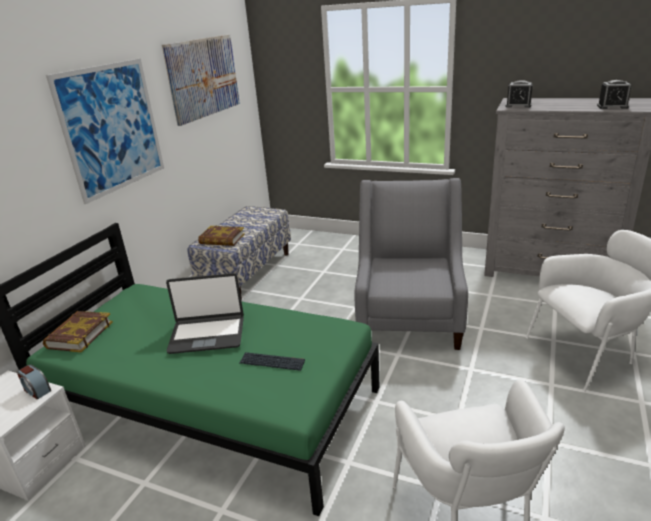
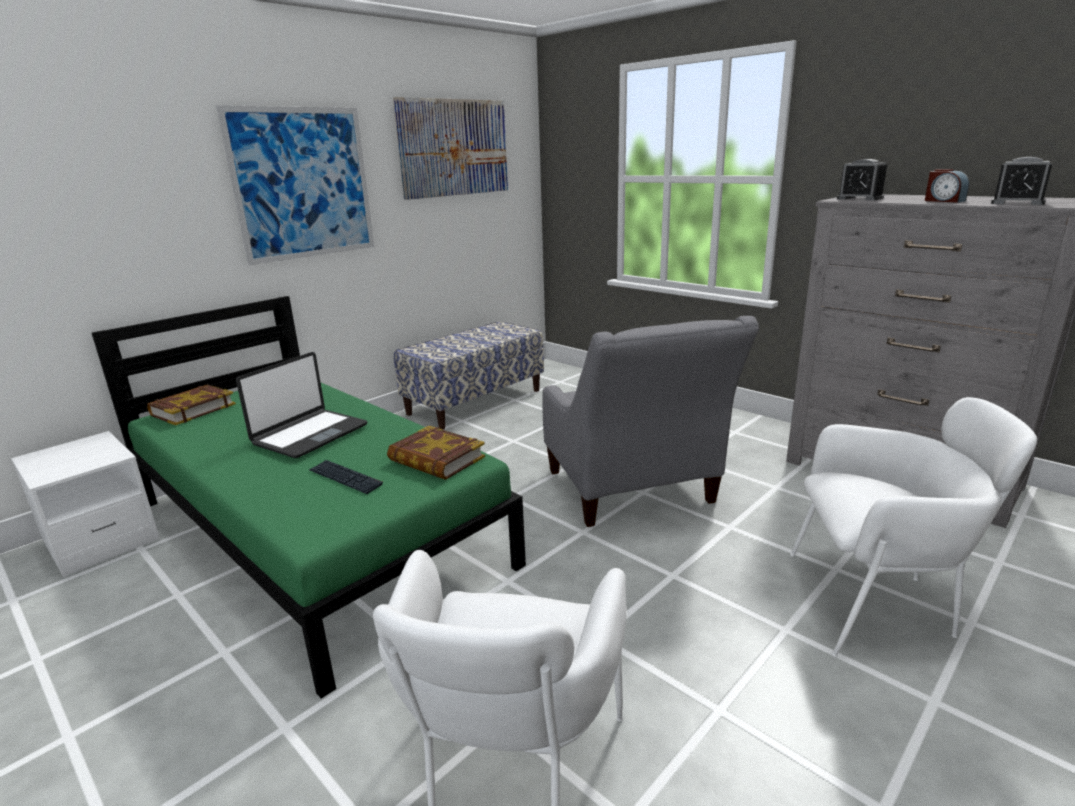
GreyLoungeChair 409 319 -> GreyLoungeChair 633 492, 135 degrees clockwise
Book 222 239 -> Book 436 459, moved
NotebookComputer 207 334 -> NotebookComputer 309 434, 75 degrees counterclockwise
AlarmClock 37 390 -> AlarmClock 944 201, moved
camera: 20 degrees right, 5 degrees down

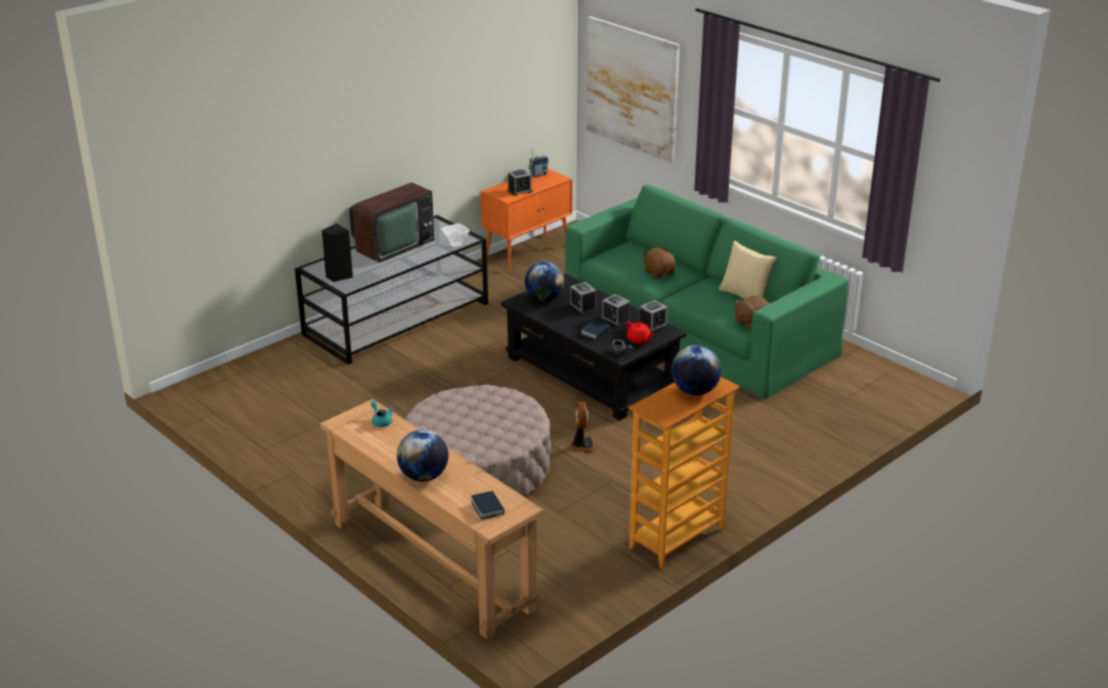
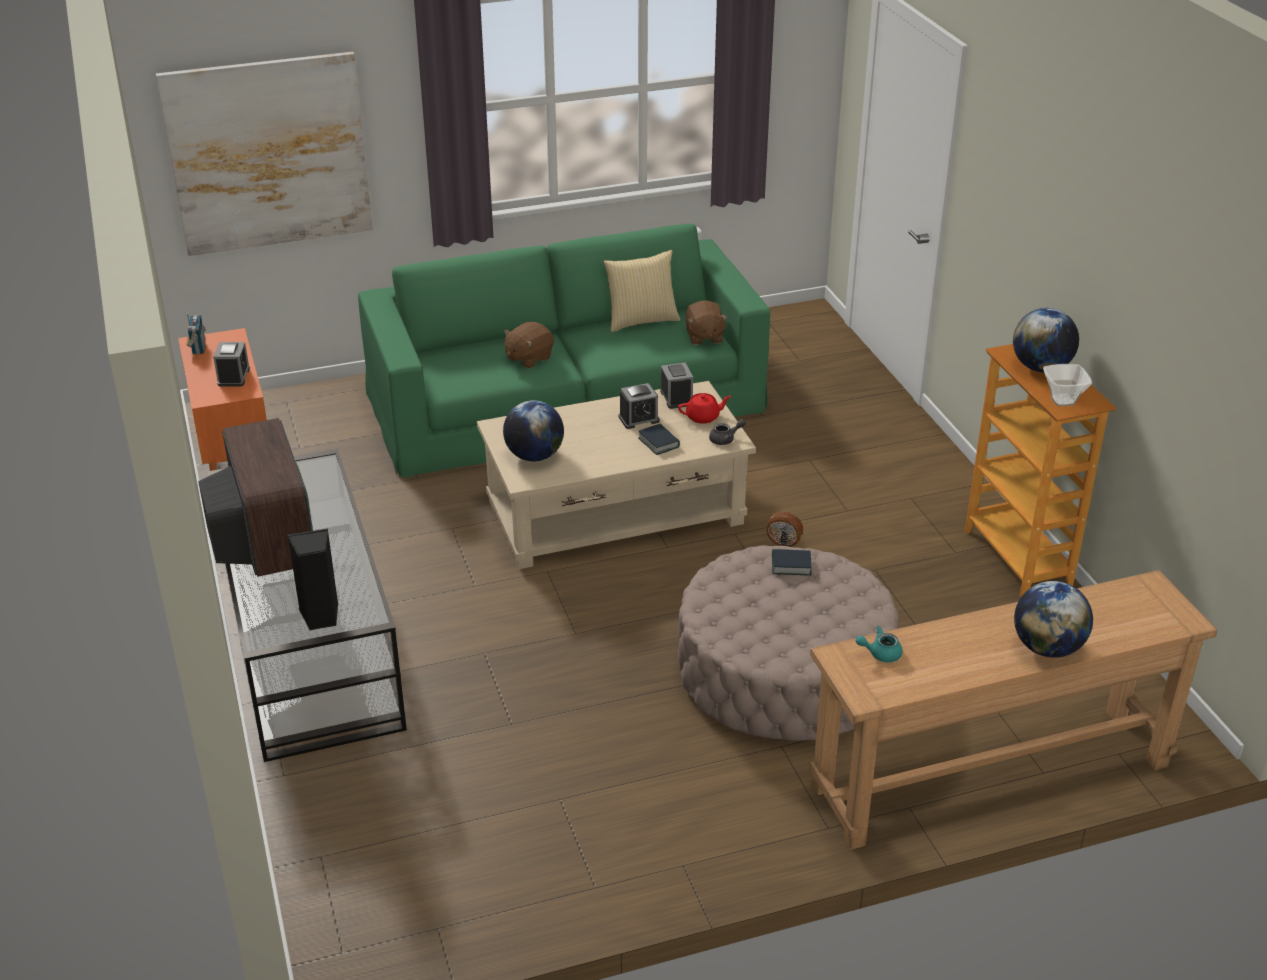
Bowl 456 245 -> Bowl 1063 400, moved
BrownishCuddlyToy 659 273 -> BrownishCuddlyToy 528 358, 45 degrees counterclockwise
BlackColouredCoffeeTable 591 374 -> SandColouredCoffeeTable 616 513
AlarmClock 583 307 -> none
Book 487 508 -> Book 791 566, moved
camera: 65 degrees left, 5 degrees up

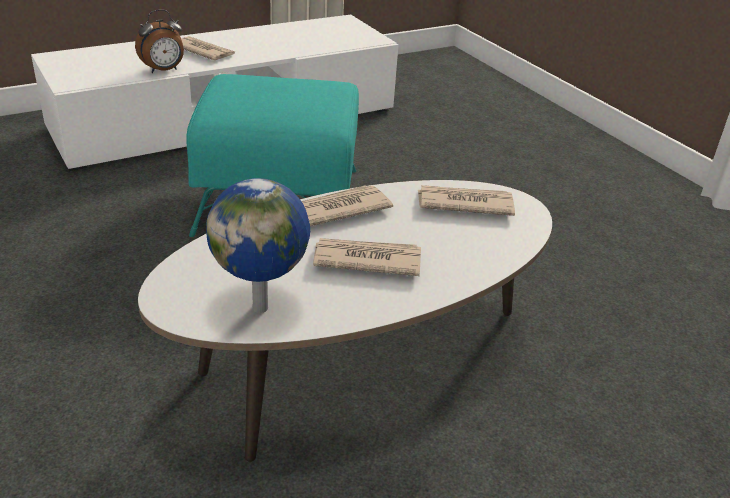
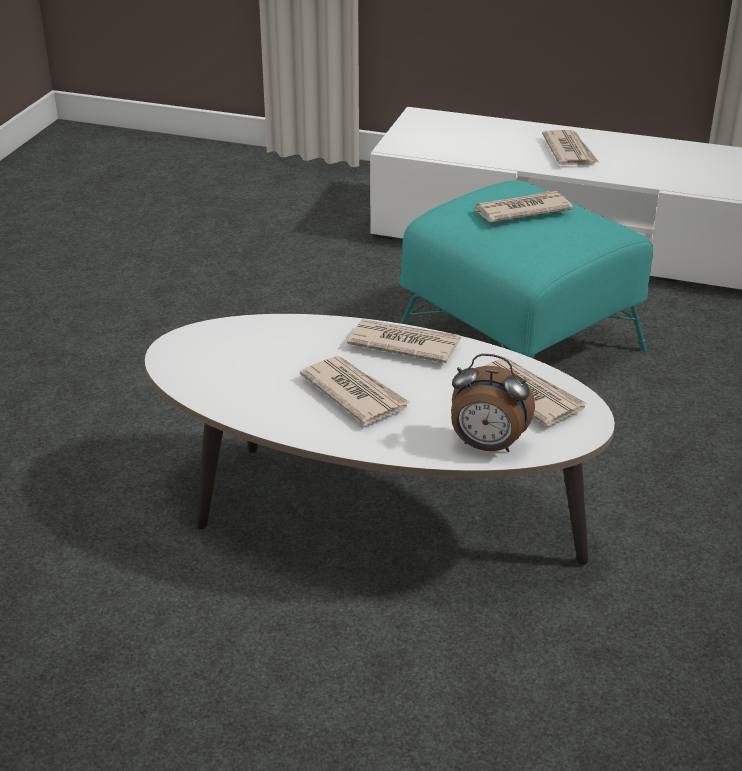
AlarmClock 163 70 -> AlarmClock 487 446, moved
WorldGlobe 262 307 -> none
none -> Newspaper 520 210
camera: 50 degrees right, 0 degrees up

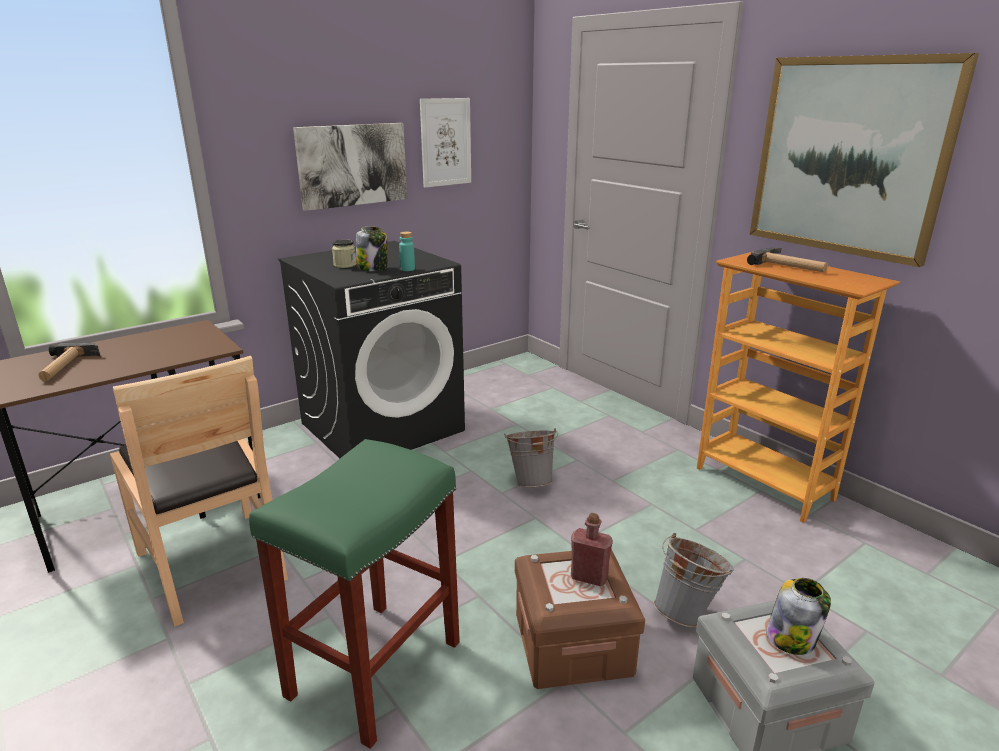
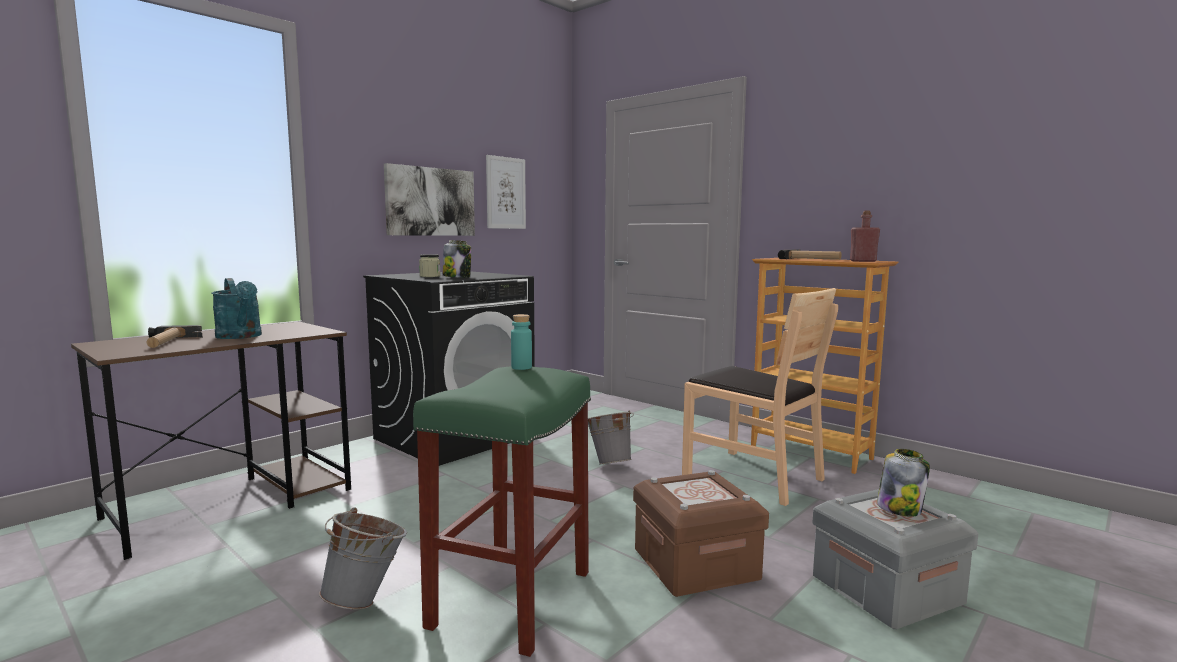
Picture 849 157 -> none
TurquoiseBeverageBottle 407 269 -> TurquoiseBeverageBottle 521 367, moved
BrownishUprightChair 212 563 -> BrownishUprightChair 753 476, moved
RedColouredBeverageBottle 589 577 -> RedColouredBeverageBottle 863 261, moved
GreyBucket 688 612 -> GreyBucket 367 599, moved
none -> TurquoiseWateringCan 241 336
camera: 10 degrees left, 15 degrees down

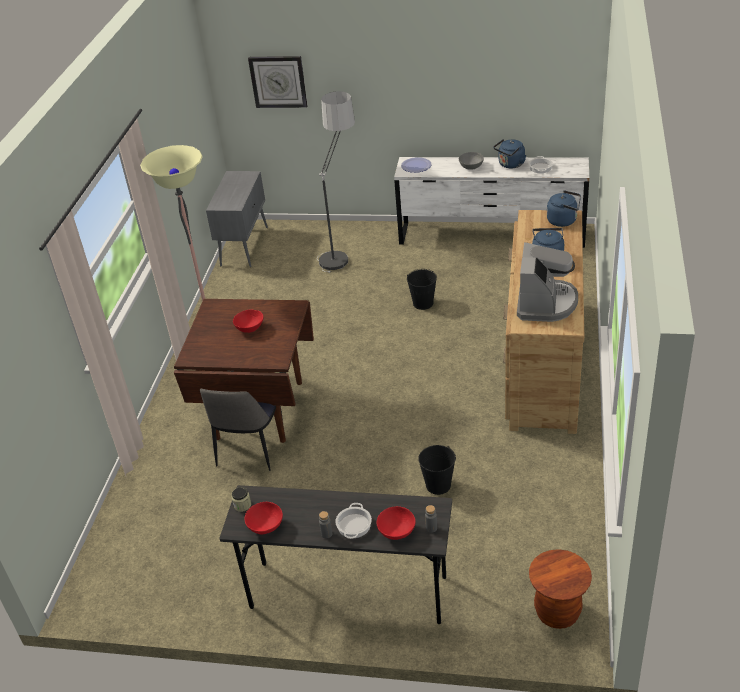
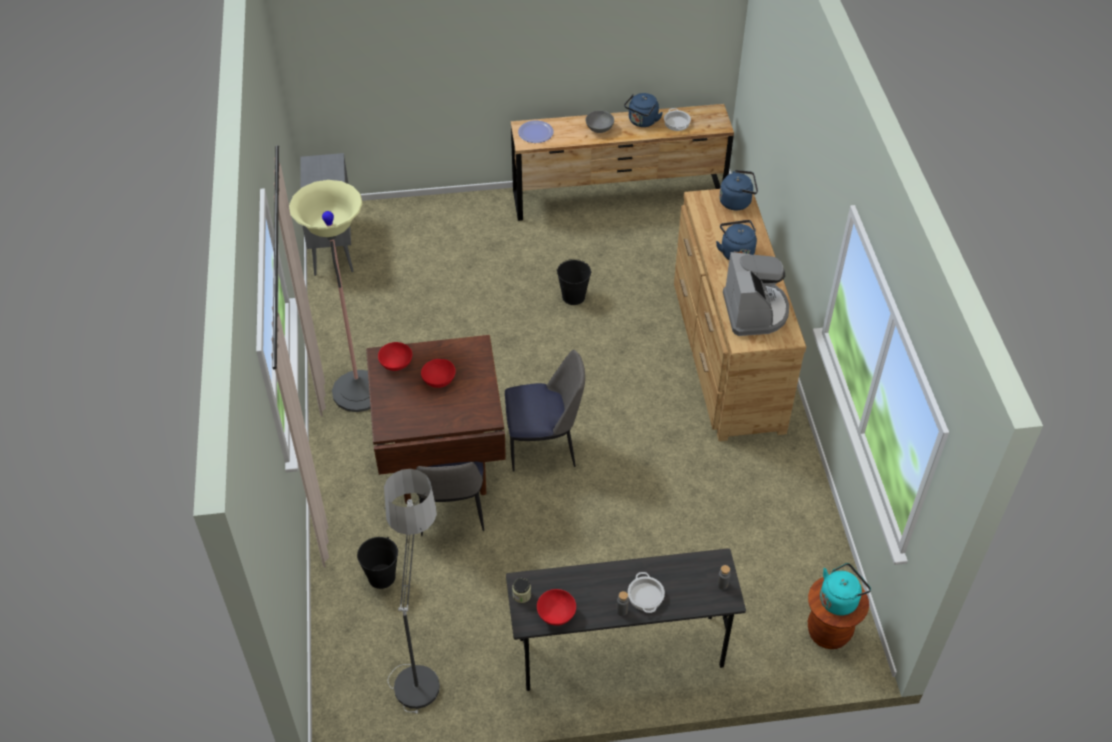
WallClock 278 81 -> none
StandingLamp 341 249 -> StandingLamp 420 655, moved
WhiteDresser 491 235 -> BrownishDresser 618 197
BlackColouredBucket 438 485 -> BlackColouredBucket 381 576, moved
RedColouredBowl 397 531 -> RedColouredBowl 396 364, moved
none -> UprightChair 544 446
none -> TurquoiseKettle 840 599
camera: 20 degrees left, 10 degrees up

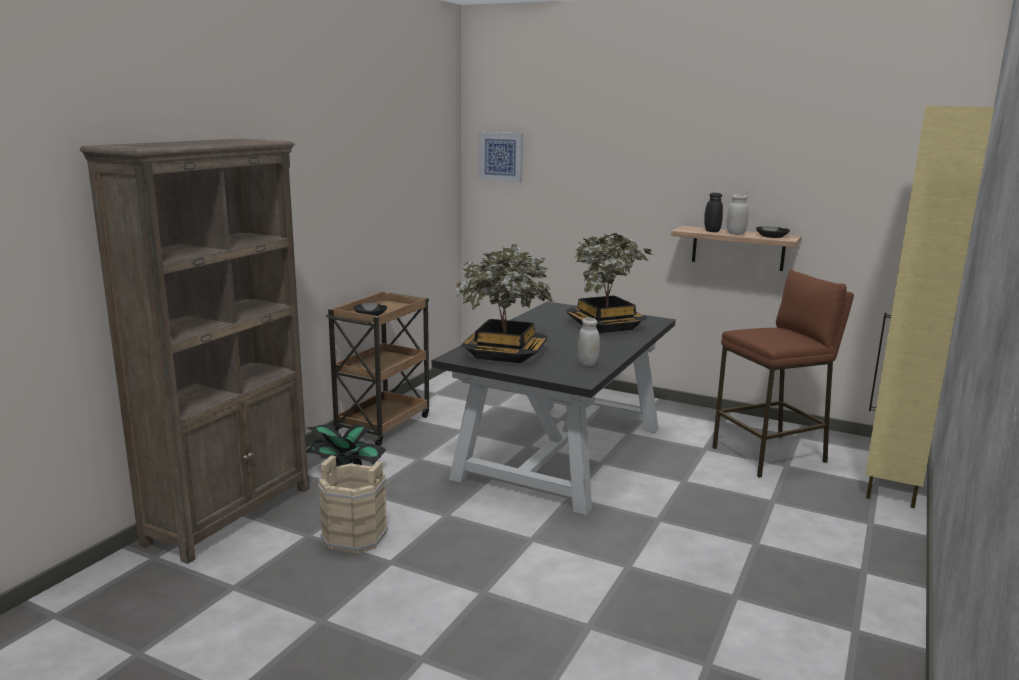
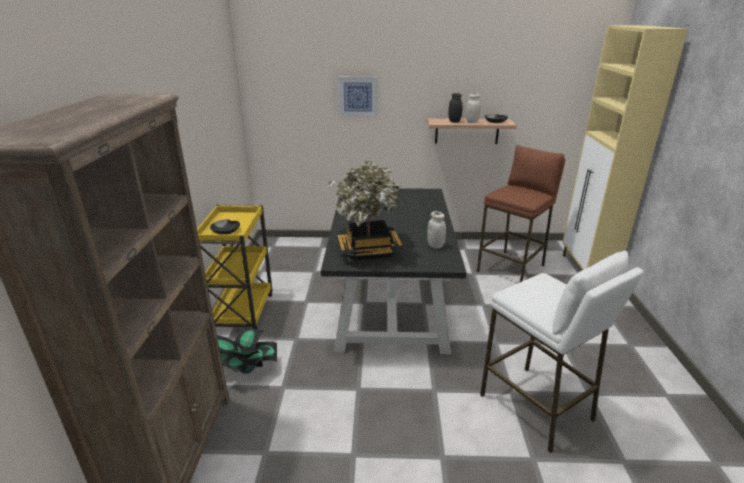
Picture 501 156 -> Picture 357 96, moved
PlantInAPot 605 326 -> none
BrownishWheeledCart 383 424 -> YellowWheeledCart 242 312
SandColouredBucket 355 536 -> none
none -> WhiteStool 536 407
camera: 25 degrees left, 10 degrees up

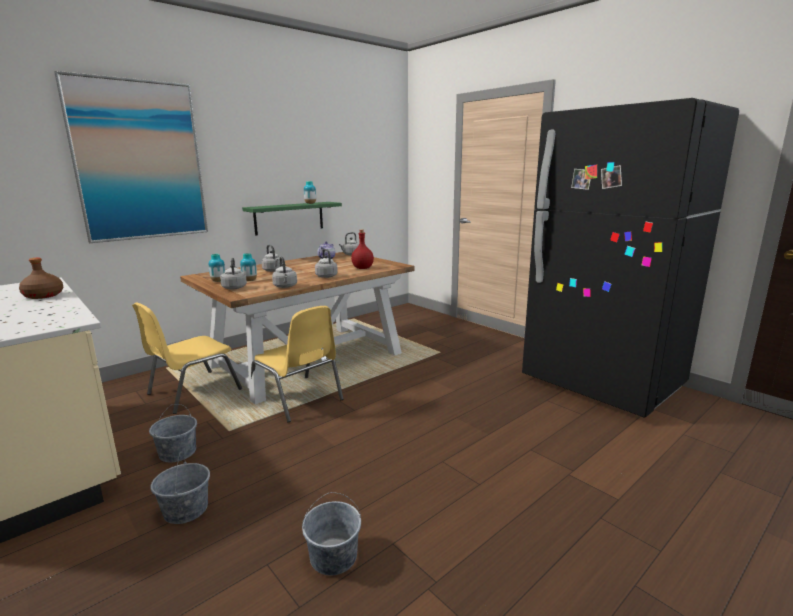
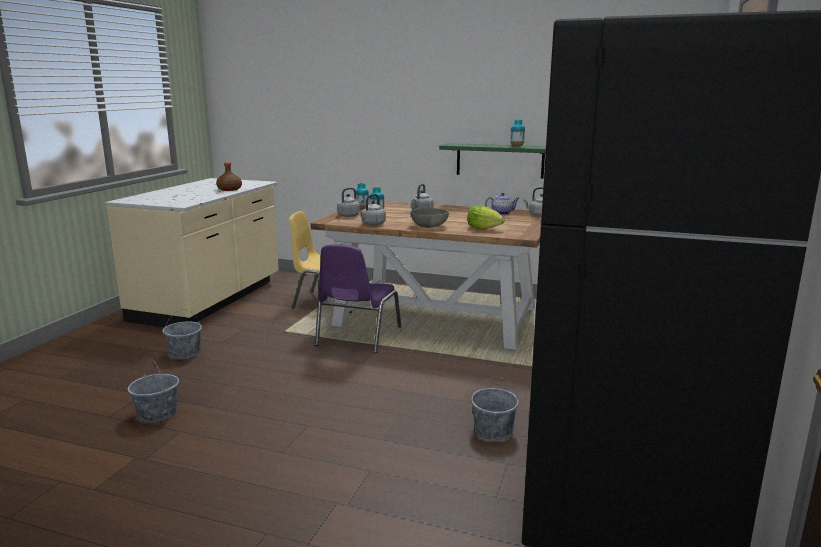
Picture 139 161 -> none
RedColouredBeverageBottle 362 268 -> HeadOfLettuce 483 228
GreyKettle 326 276 -> GreyBowl 429 226
YellowUprightChair 298 399 -> PurpleUprightChair 357 337
GreyBucket 178 452 -> GreyBucket 493 430, moved
camera: 60 degrees right, 0 degrees up

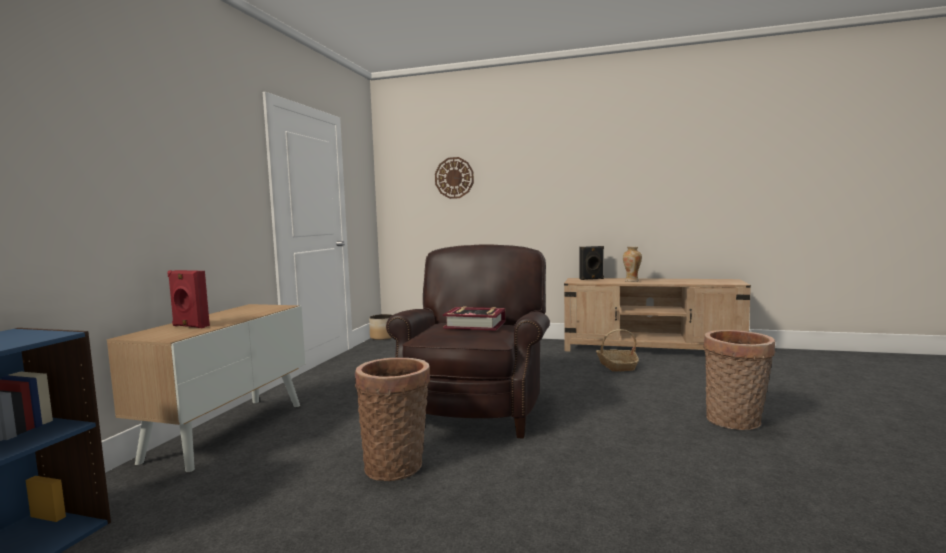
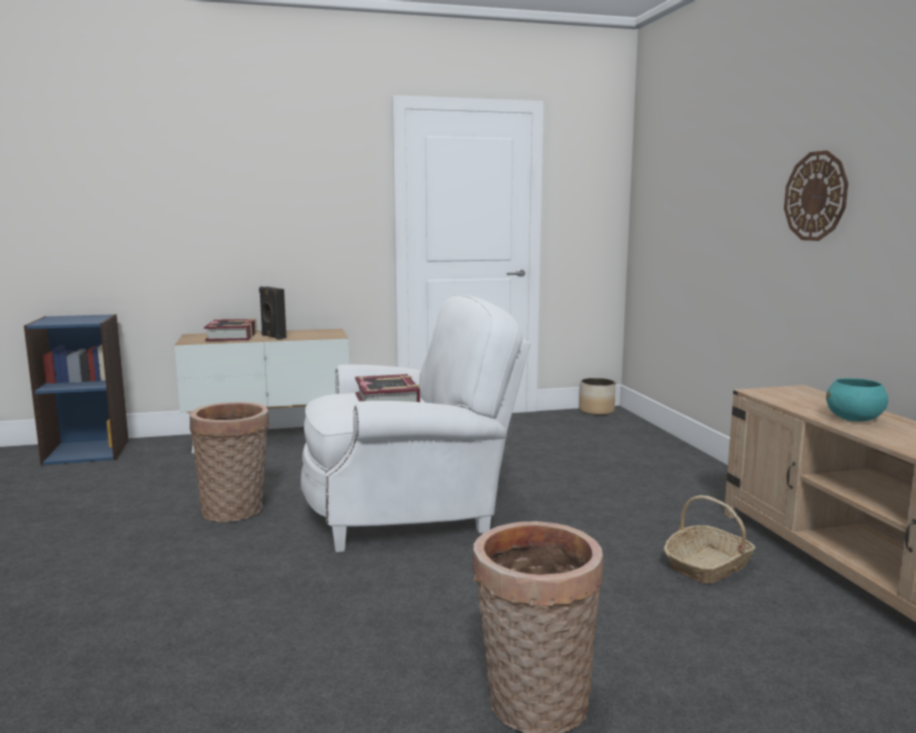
WallClock 454 178 -> WallClock 816 196, moved
BrownishLoungeChair 476 407 -> WhiteLoungeChair 410 509
BlackColouredLoudspeaker 592 279 -> BlackColouredLoudspeaker 273 337, moved
FlowerVase 632 281 -> TurquoiseBowl 854 419
RedColouredLoudspeaker 190 326 -> Book 232 336
camera: 60 degrees right, 5 degrees up

